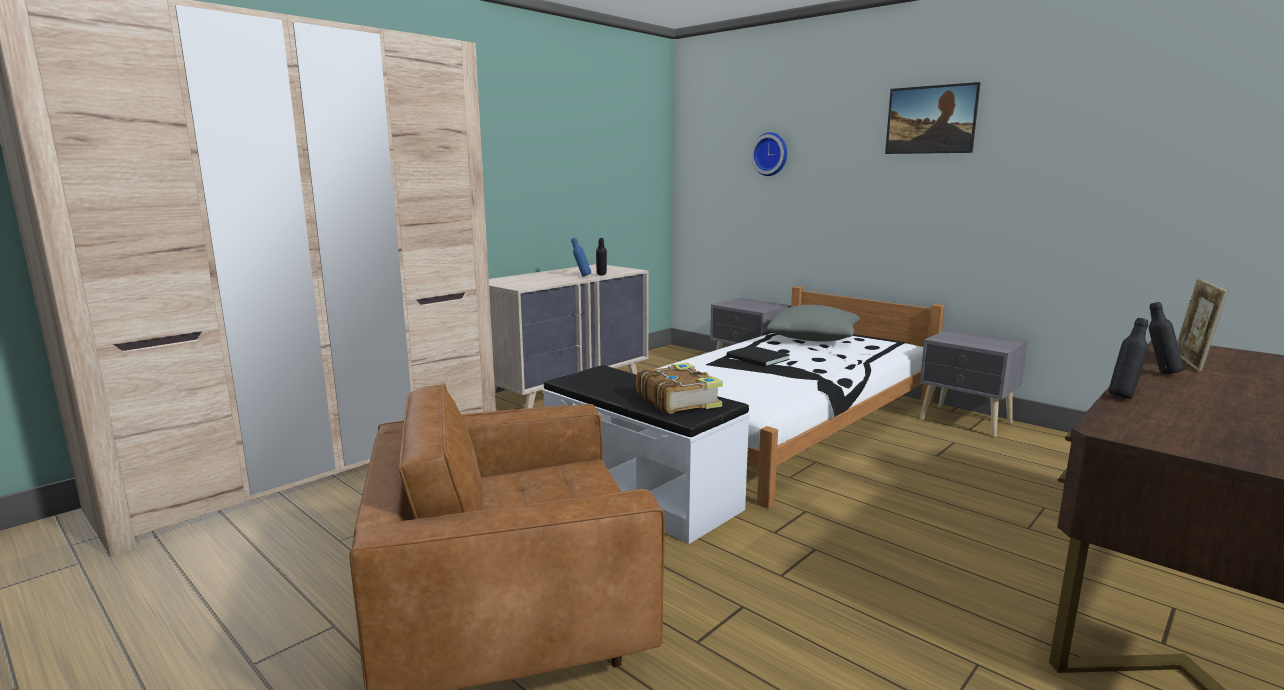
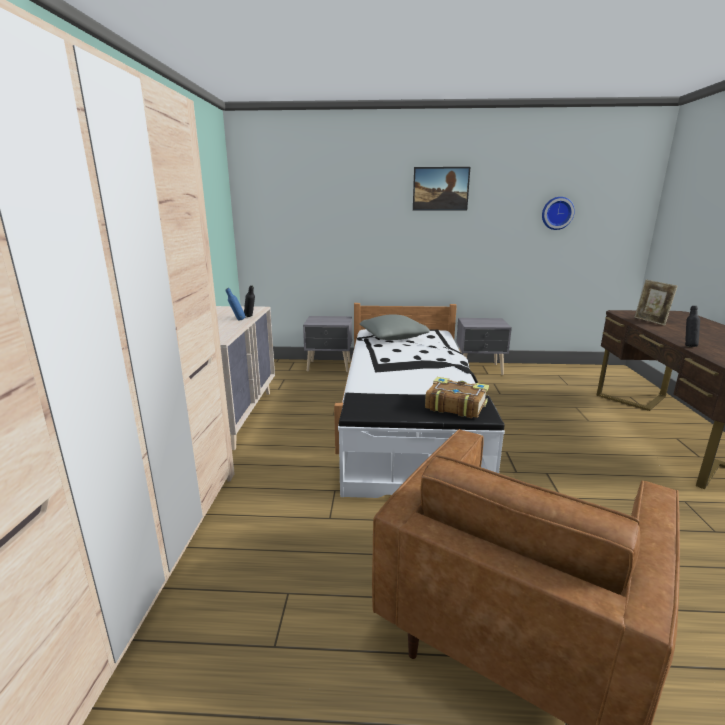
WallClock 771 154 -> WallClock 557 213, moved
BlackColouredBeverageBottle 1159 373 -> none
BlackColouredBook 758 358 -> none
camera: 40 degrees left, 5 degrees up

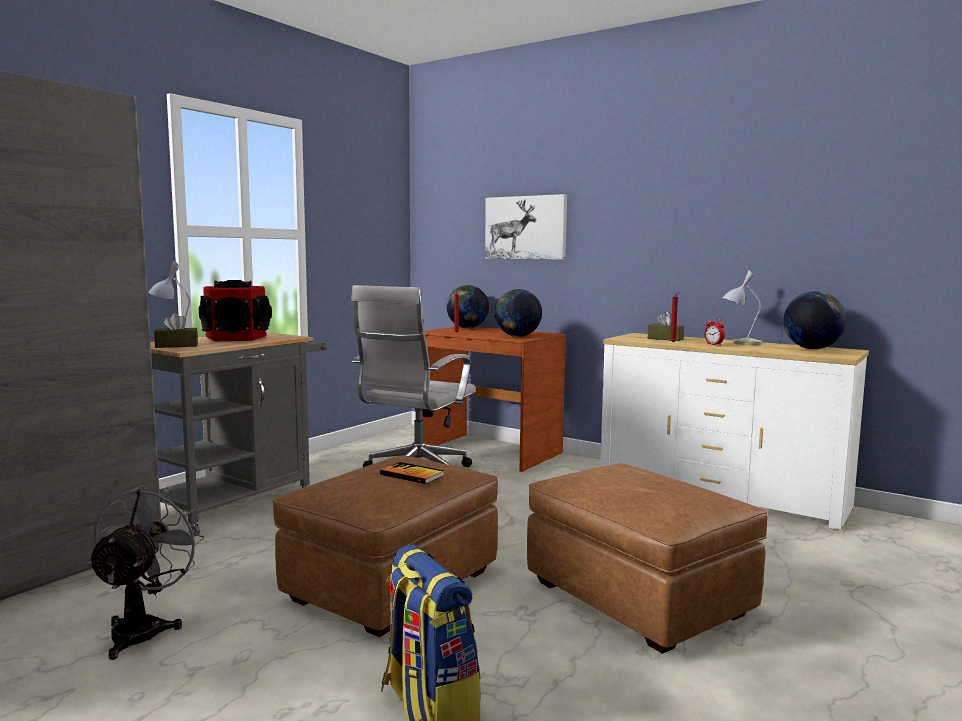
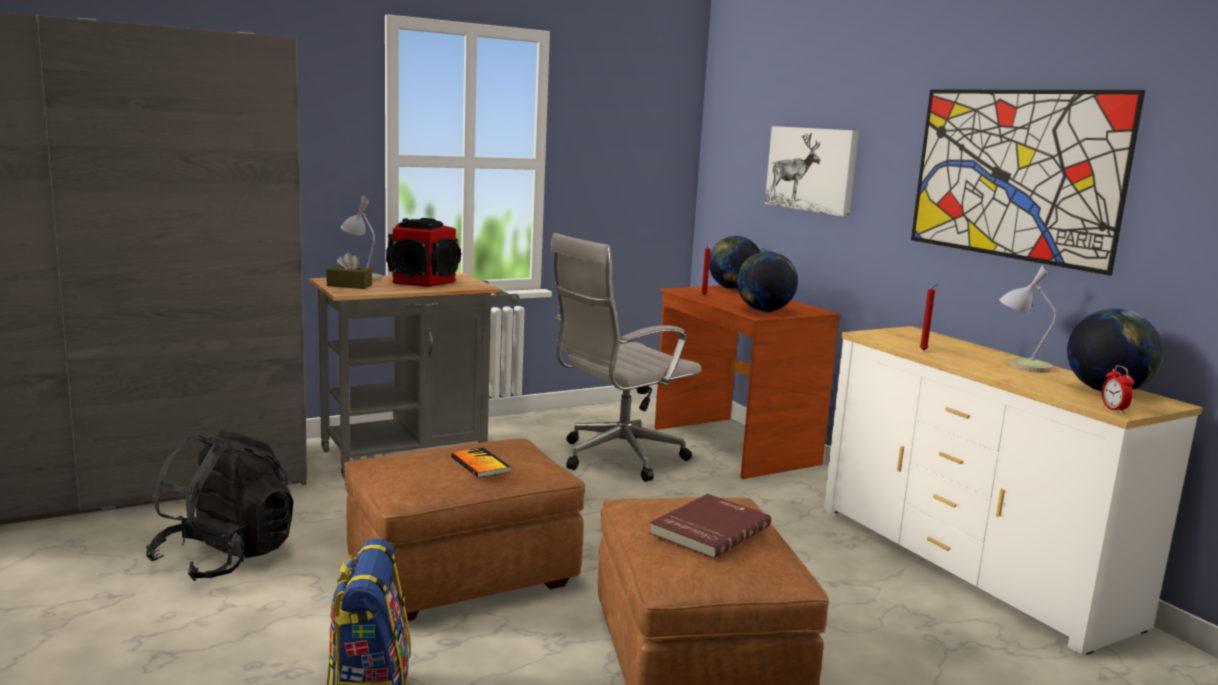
BrownishTissueHolder 665 339 -> none
AlarmClock 713 344 -> AlarmClock 1114 409, moved
GreyCoolingFan 144 629 -> BlackColouredKnapsack 225 558
none -> Picture 1014 174
none -> RedColouredBook 708 529
camera: 25 degrees right, 5 degrees up

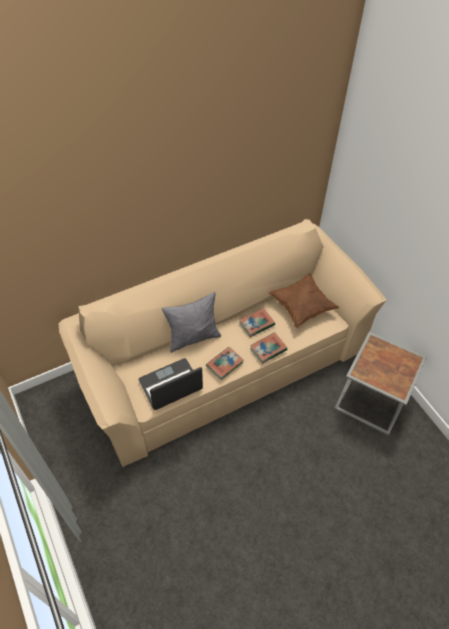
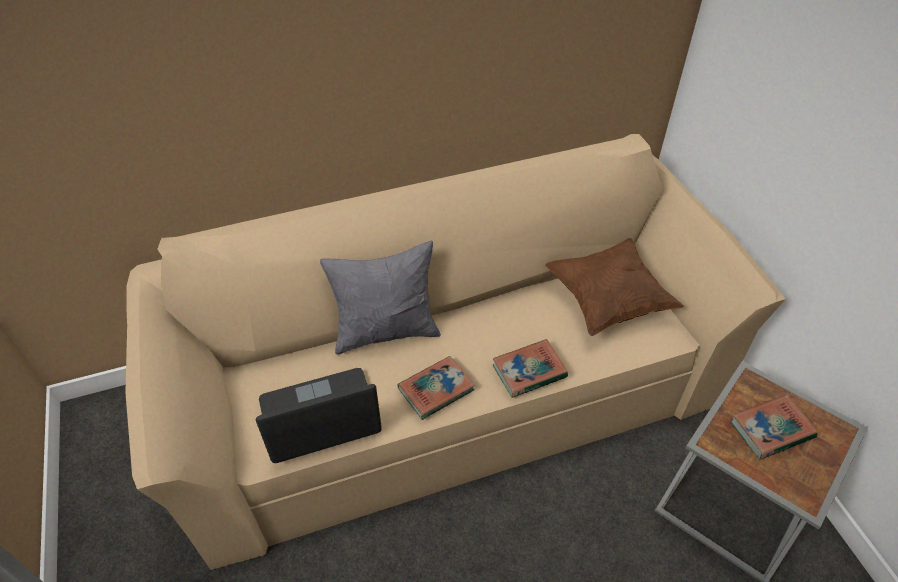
Book 256 324 -> Book 771 429, moved
camera: 10 degrees right, 5 degrees down

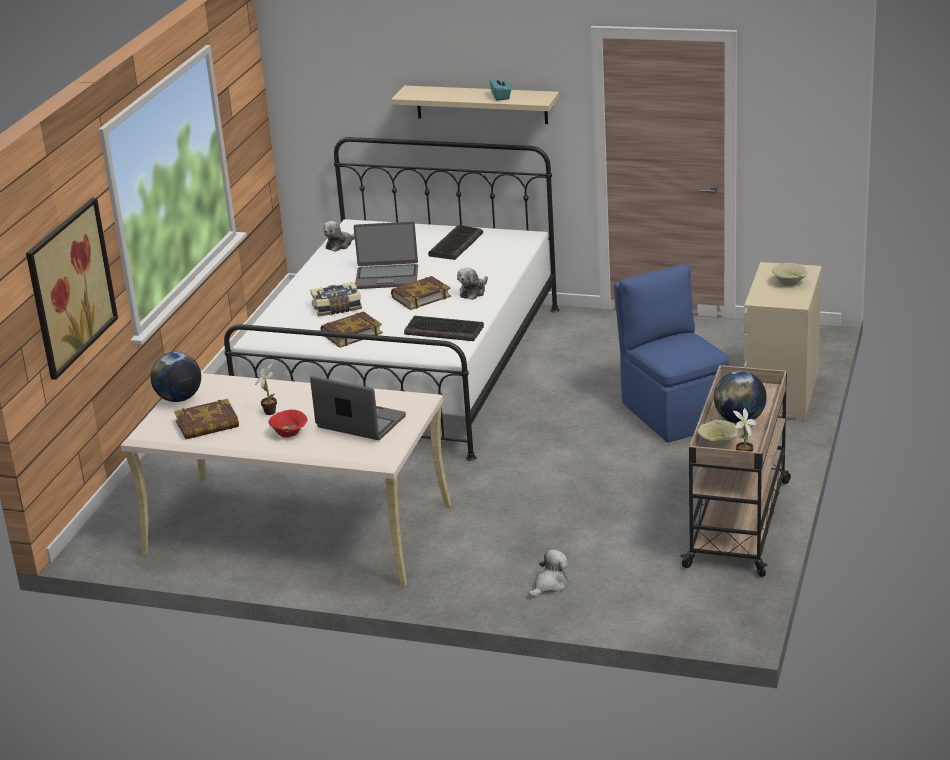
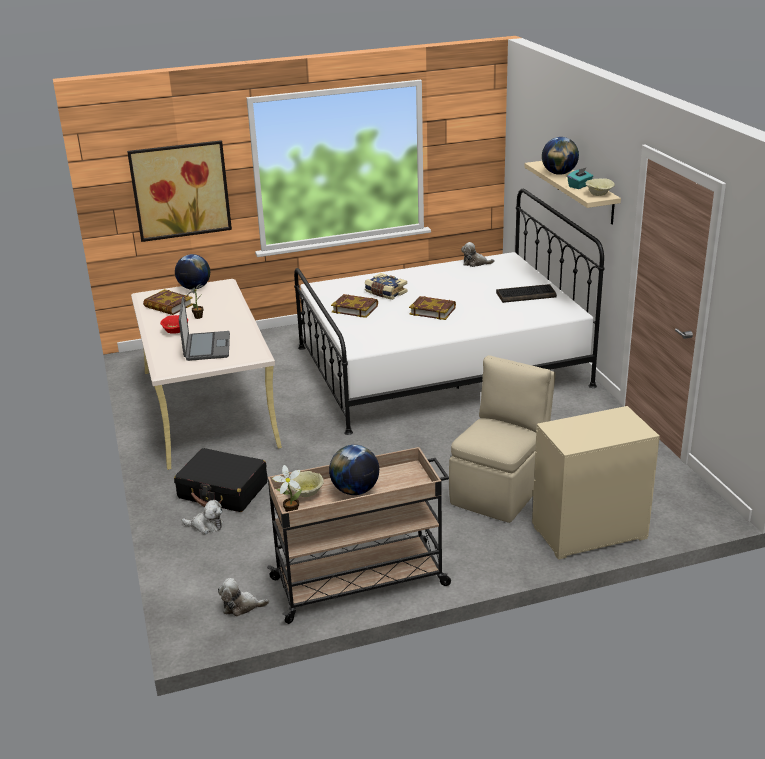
NotebookComputer 387 277 -> none
SandColouredBowl 790 283 -> SandColouredBowl 599 194, moved
BlueColouredUprightChair 674 412 -> SandColouredUprightChair 500 490
CuddlyToy 473 292 -> CuddlyToy 241 606, moved
PcKeyboard 445 330 -> none
none -> WorldGlobe 559 173
none -> BlackColouredSuitcase 223 490
camera: 55 degrees right, 0 degrees up

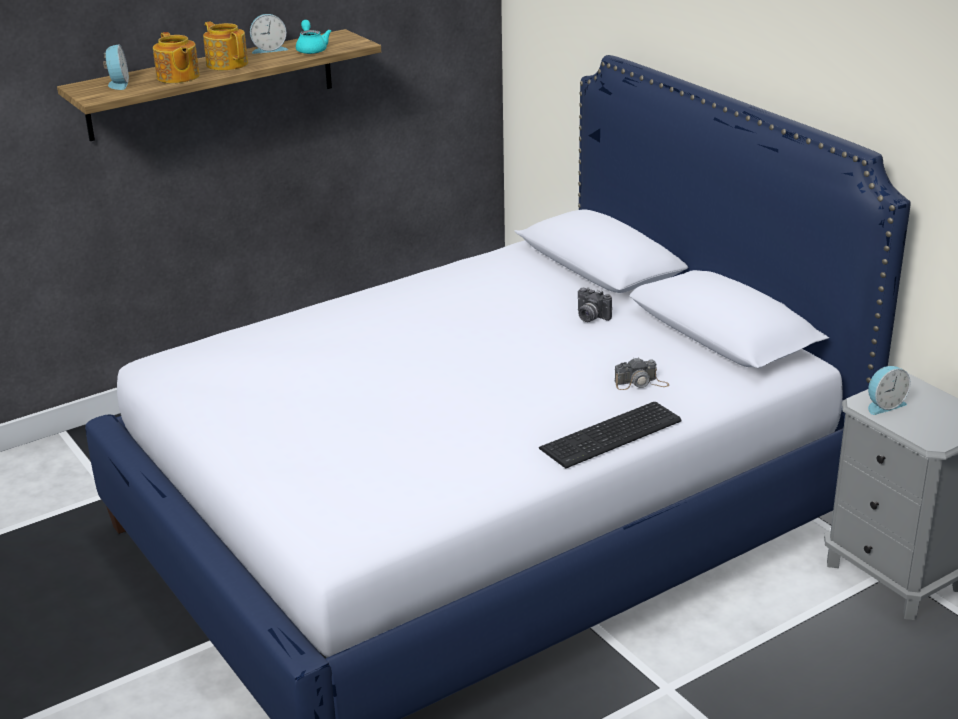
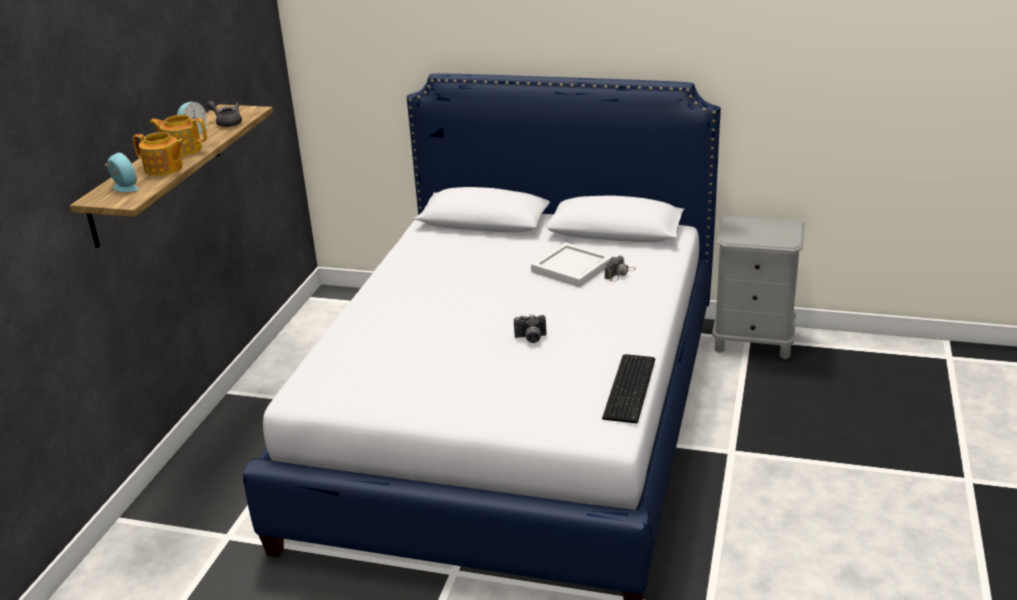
TurquoisePotForTea 311 49 -> GreyPotForTea 227 123
StillCamera 590 317 -> StillCamera 530 338, moved
AlarmClock 884 405 -> none
PcKeyboard 614 435 -> PcKeyboard 632 387, moved
none -> WhiteTray 572 268
camera: 40 degrees left, 0 degrees up

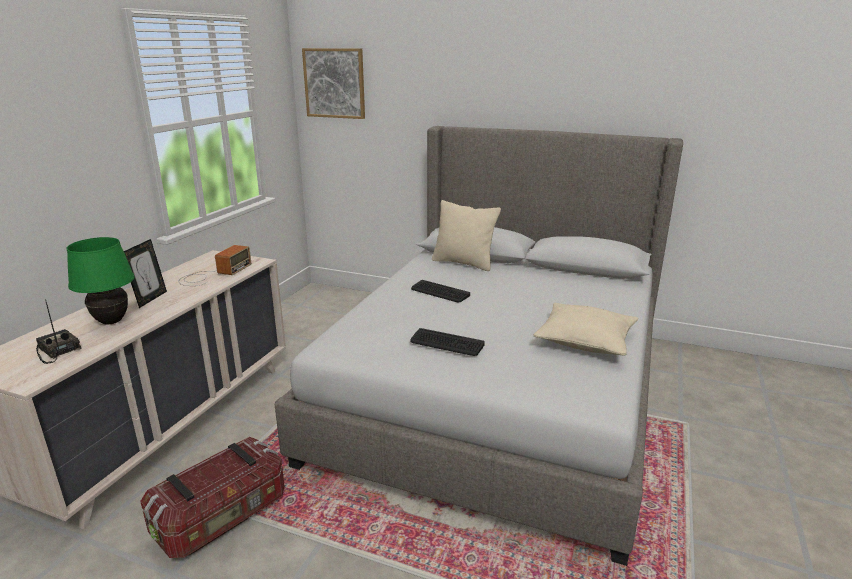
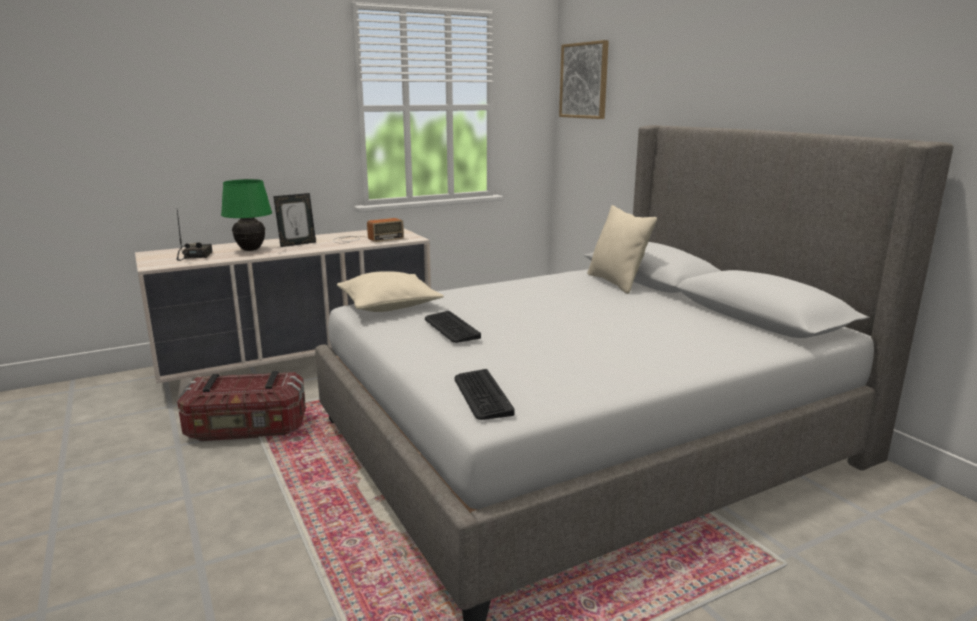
PcKeyboard 439 292 -> PcKeyboard 482 395, moved
SandColouredCushion 585 341 -> SandColouredCushion 389 305, moved
camera: 40 degrees right, 5 degrees down

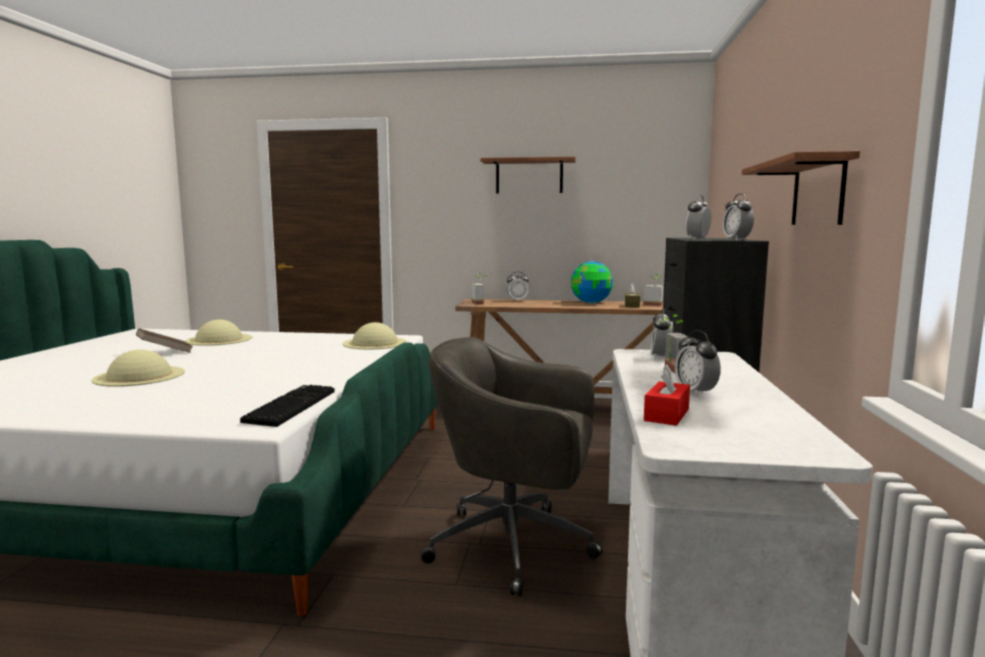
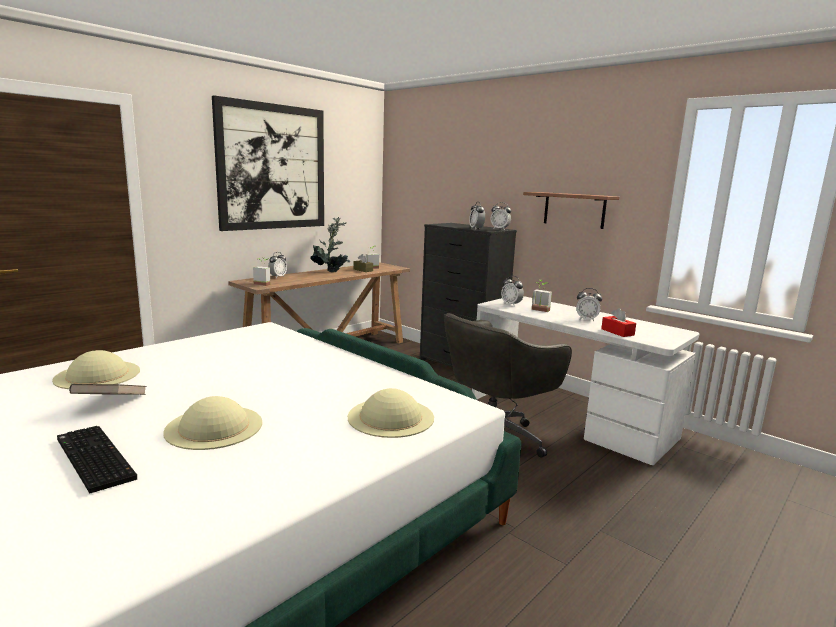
BracketShelf 529 176 -> Picture 272 167
WorldGlobe 591 302 -> PlantInAPot 331 271
SandColouredClothingHat 375 343 -> SandColouredClothingHat 391 417, moved
PcKeyboard 290 406 -> PcKeyboard 92 459, moved
camera: 55 degrees left, 5 degrees up

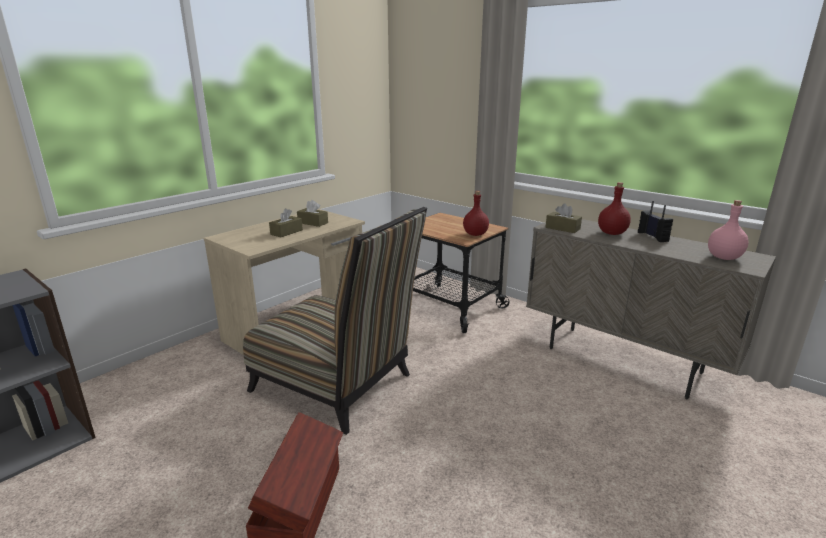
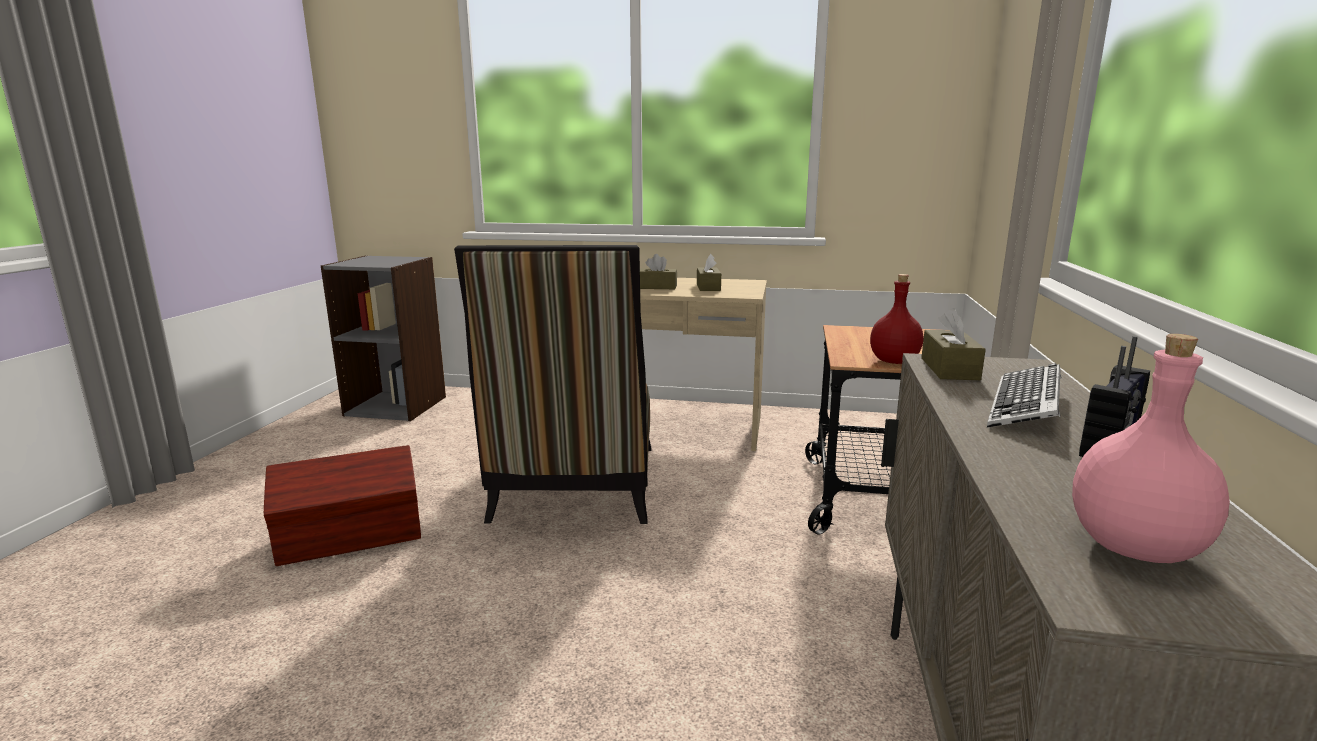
RedColouredBeverageBottle 612 233 -> PcKeyboard 1025 406
camera: 60 degrees right, 5 degrees down

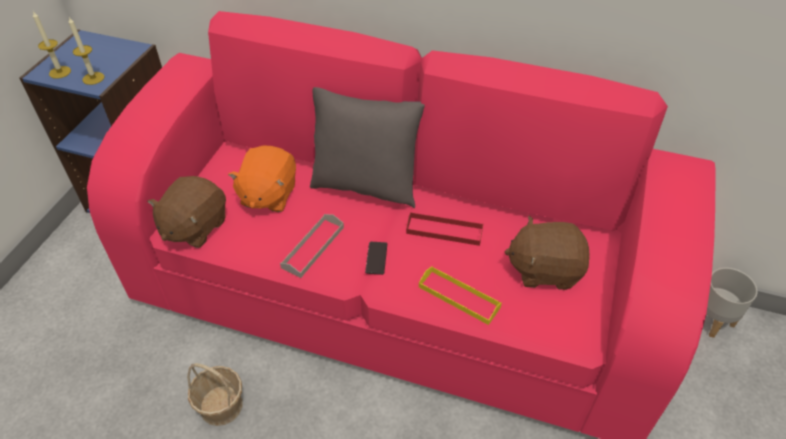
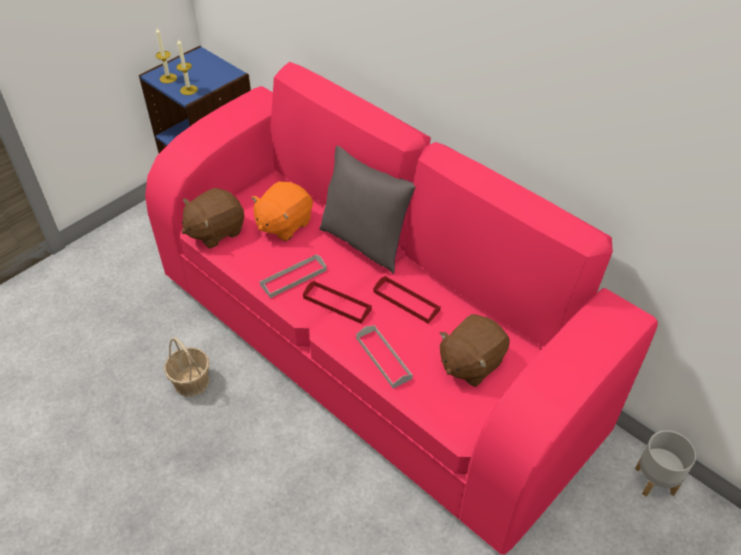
BrownishCuddlyToy 544 269 -> BrownishCuddlyToy 470 363, 75 degrees counterclockwise
Handset 376 258 -> RedColouredTray 337 304
YellowTray 459 297 -> GreyTray 383 358
camera: 25 degrees right, 0 degrees up

